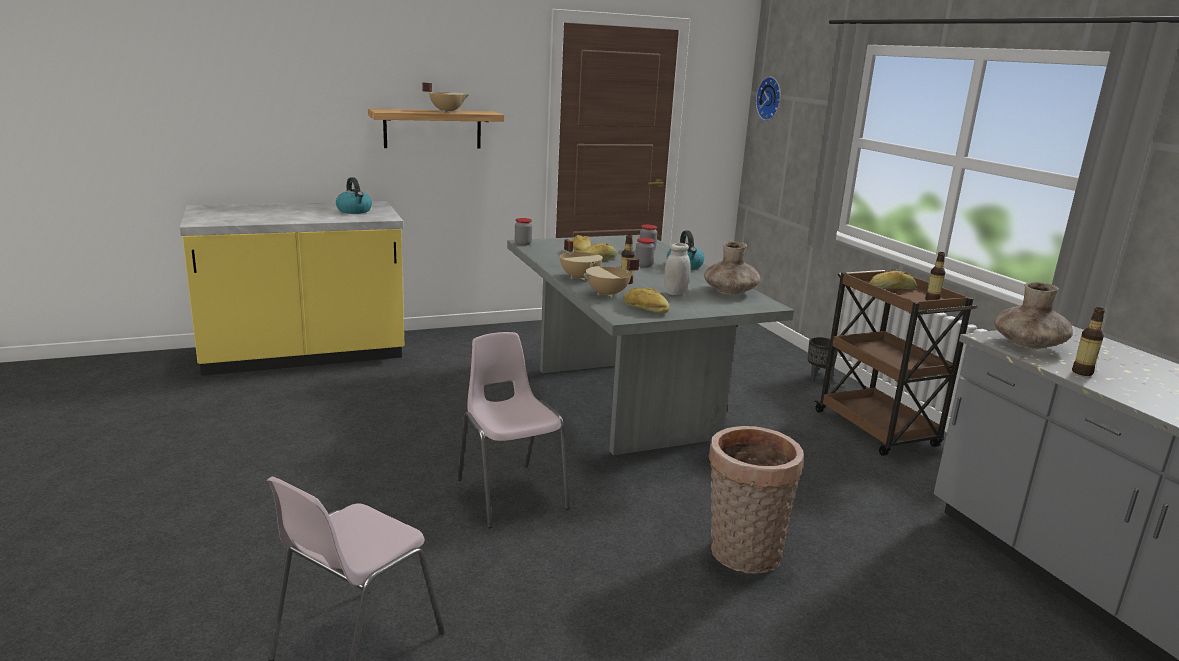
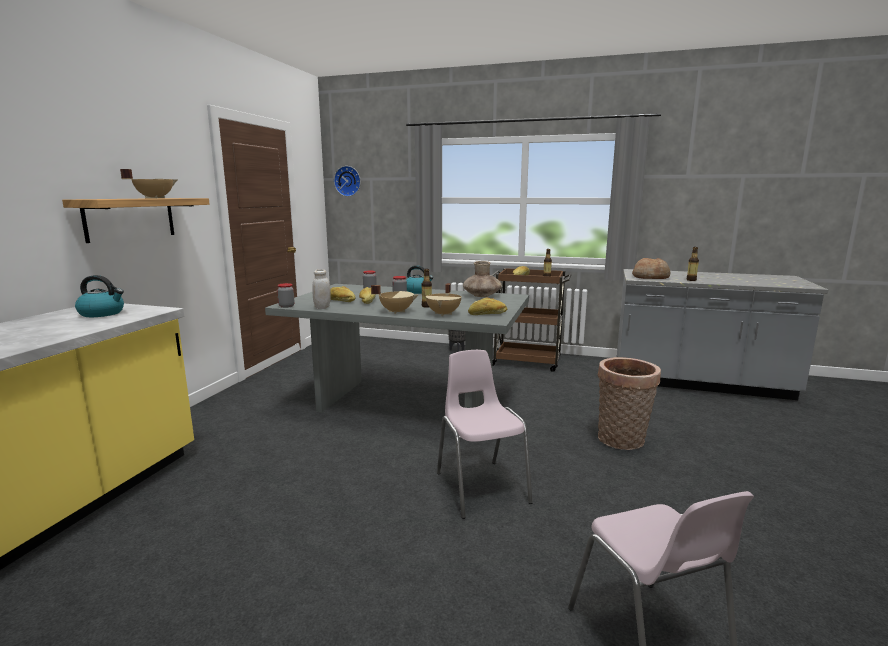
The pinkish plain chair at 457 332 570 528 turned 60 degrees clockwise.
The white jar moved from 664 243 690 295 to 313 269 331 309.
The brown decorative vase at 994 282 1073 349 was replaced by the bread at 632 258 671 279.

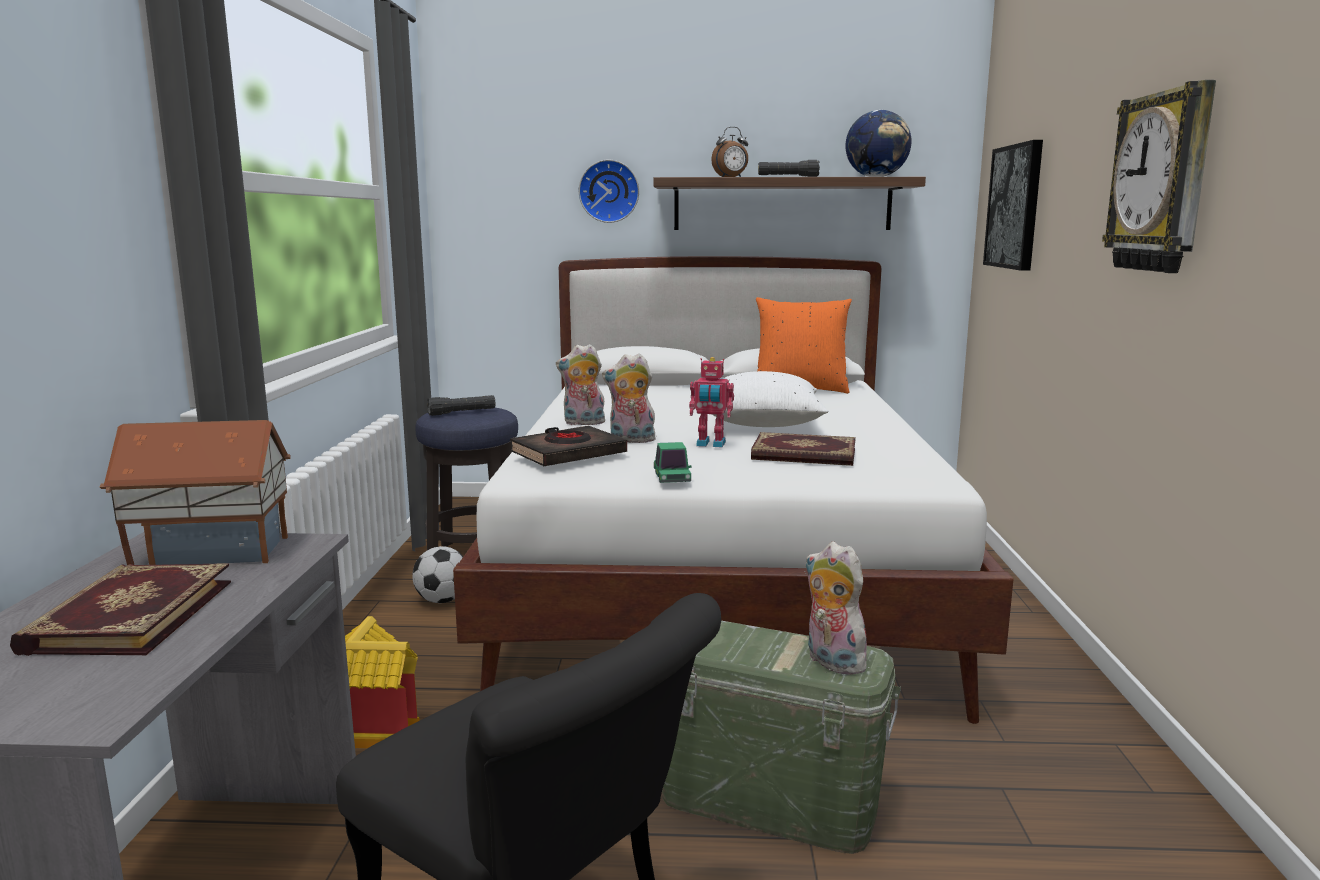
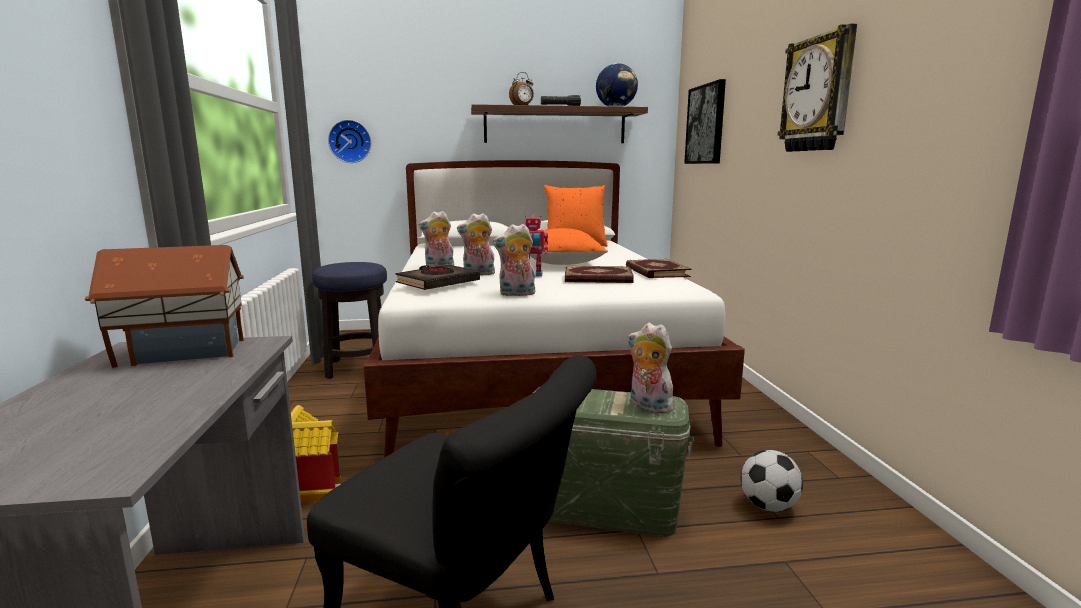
The book moved from 10 563 231 656 to 626 259 691 278.
The football ball moved from 412 546 463 603 to 741 450 803 512.
The black flashlight at 427 395 496 416 disappeared.
The clock on the wall moved from 579 160 639 223 to 328 120 371 163.
The toy car at 654 442 692 483 was replaced by the cuddly toy at 493 224 535 296.
The white cushion at 712 371 828 427 became the orange-coloured cushion at 530 228 608 265.

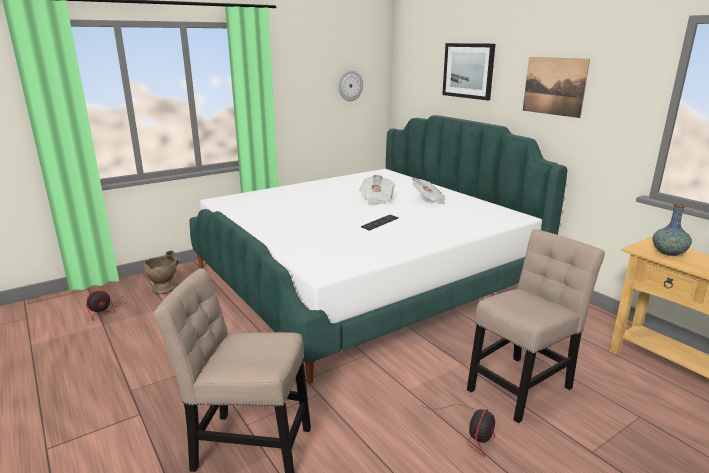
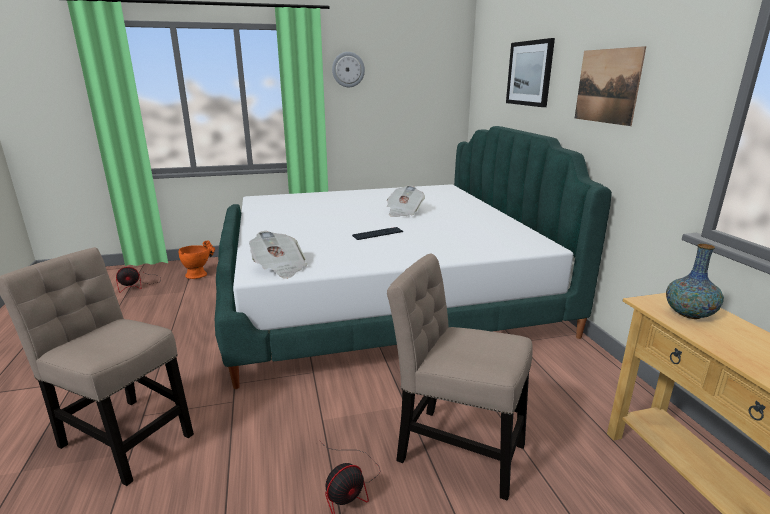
The sand-coloured decorative vase at 144 251 181 294 became the orange-coloured decorative vase at 179 241 215 279.
The clock on the wall moved from 338 70 363 101 to 332 52 365 87.
The daily paper moved from 412 178 446 205 to 249 231 308 279.
The sand-coloured plain chair at 467 229 605 423 turned 135 degrees counterclockwise.

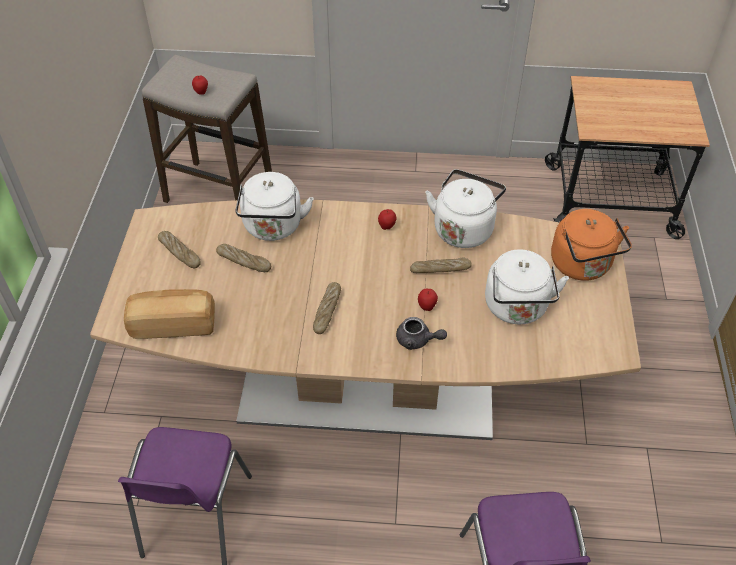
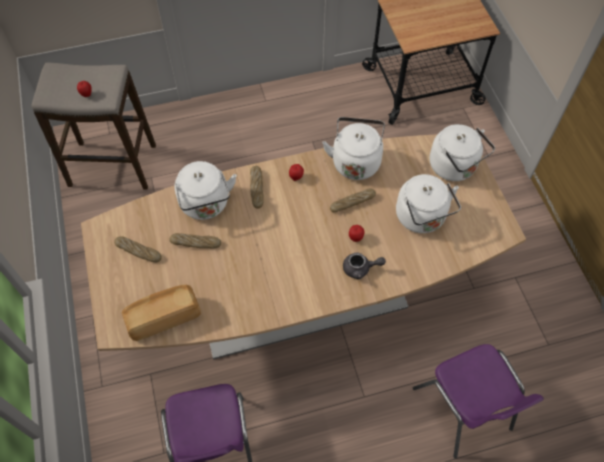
The bread moved from 313 282 341 334 to 250 166 264 209.
The orange-coloured water kettle at 551 209 632 281 became the white water kettle at 430 124 495 181.

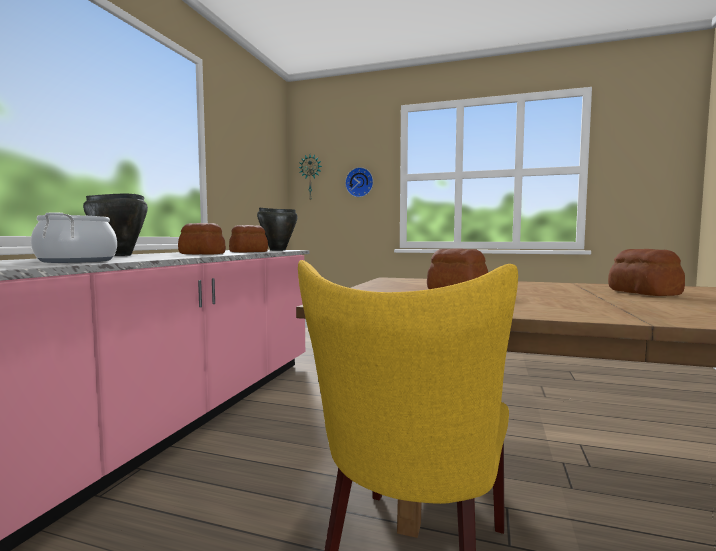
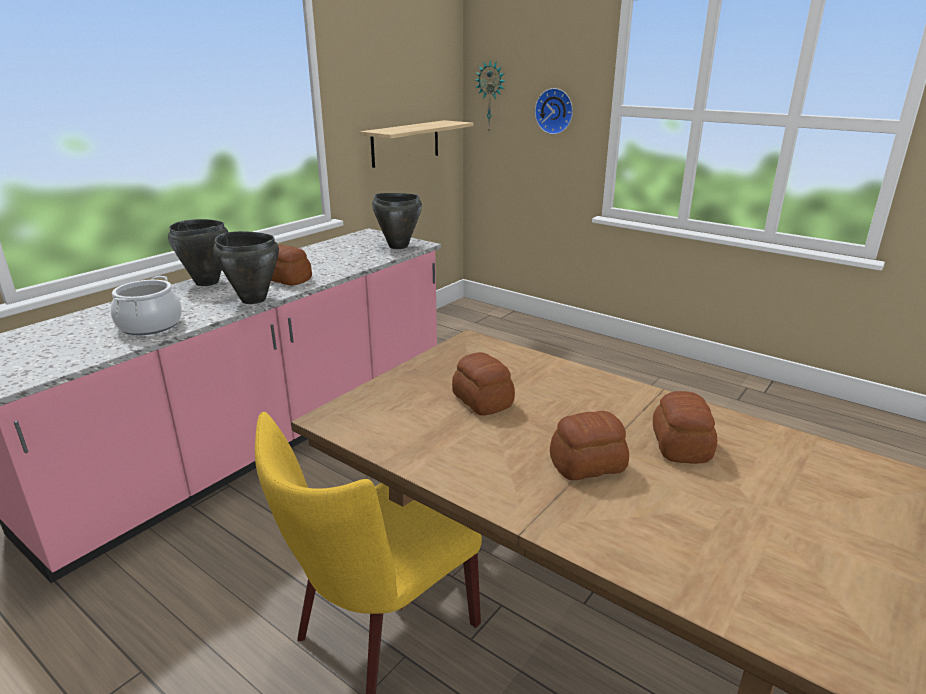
The bread moved from 229 225 268 252 to 550 411 629 480.
The black stockpot at 213 231 279 304 appeared.
The wall shelf at 360 120 473 168 appeared.

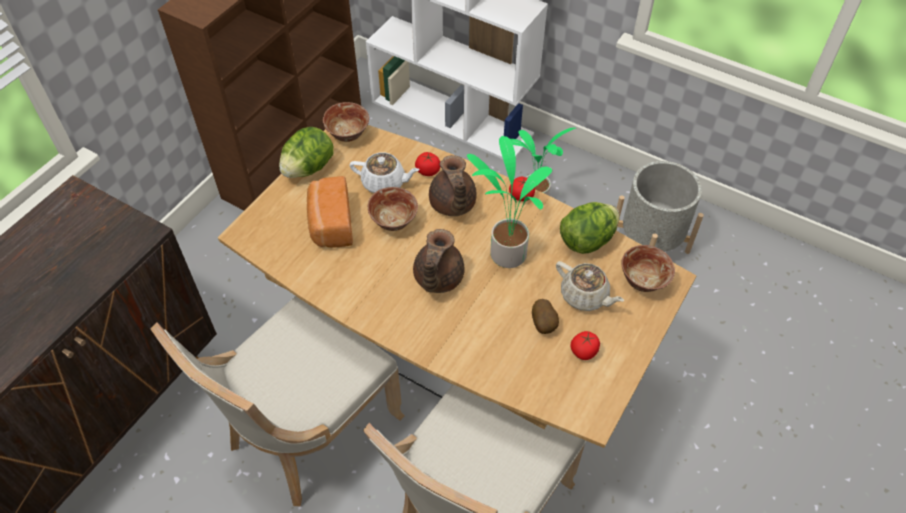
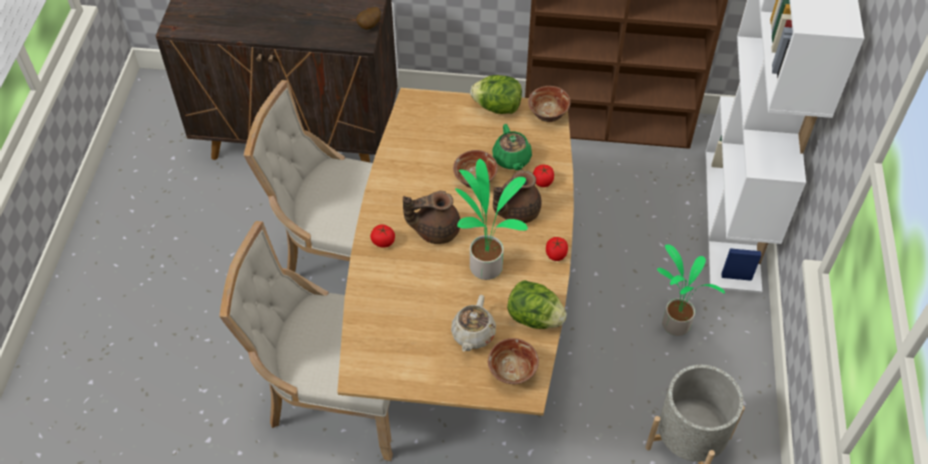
The bread at 307 176 353 248 disappeared.
The white teapot at 350 153 419 193 became the greenish teapot at 492 124 532 170.
The potato moved from 532 299 559 334 to 356 7 381 30.
The tomato moved from 570 331 600 360 to 370 224 395 248.

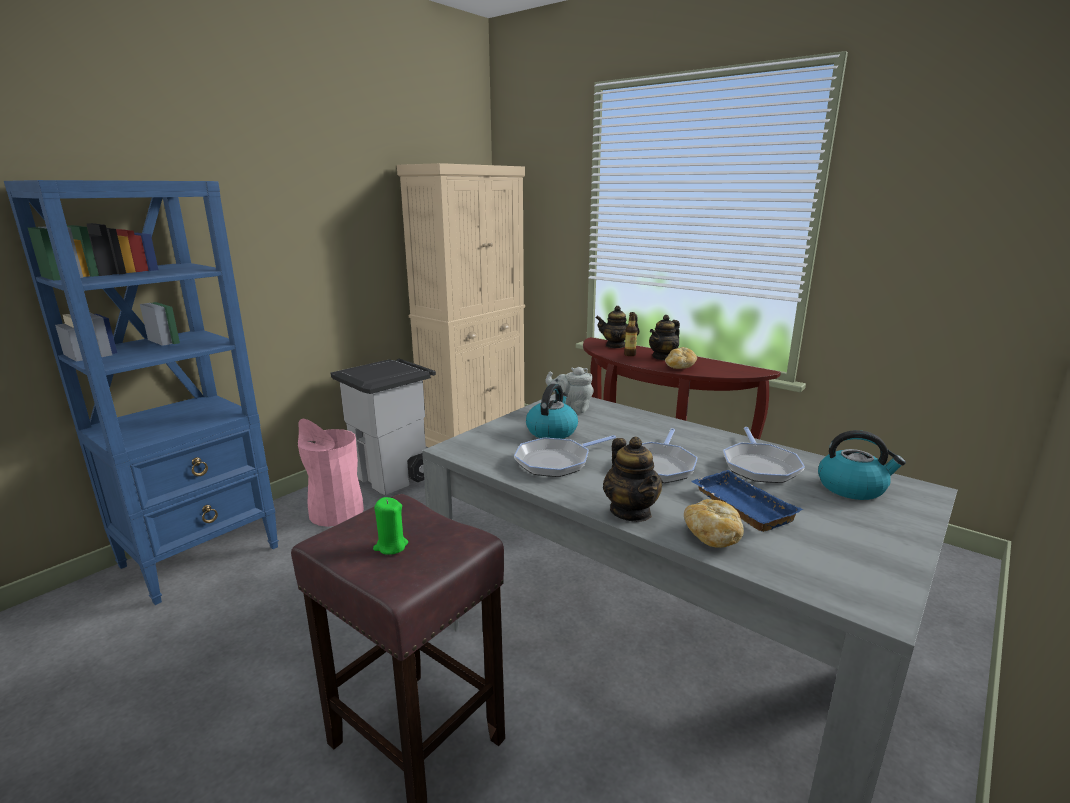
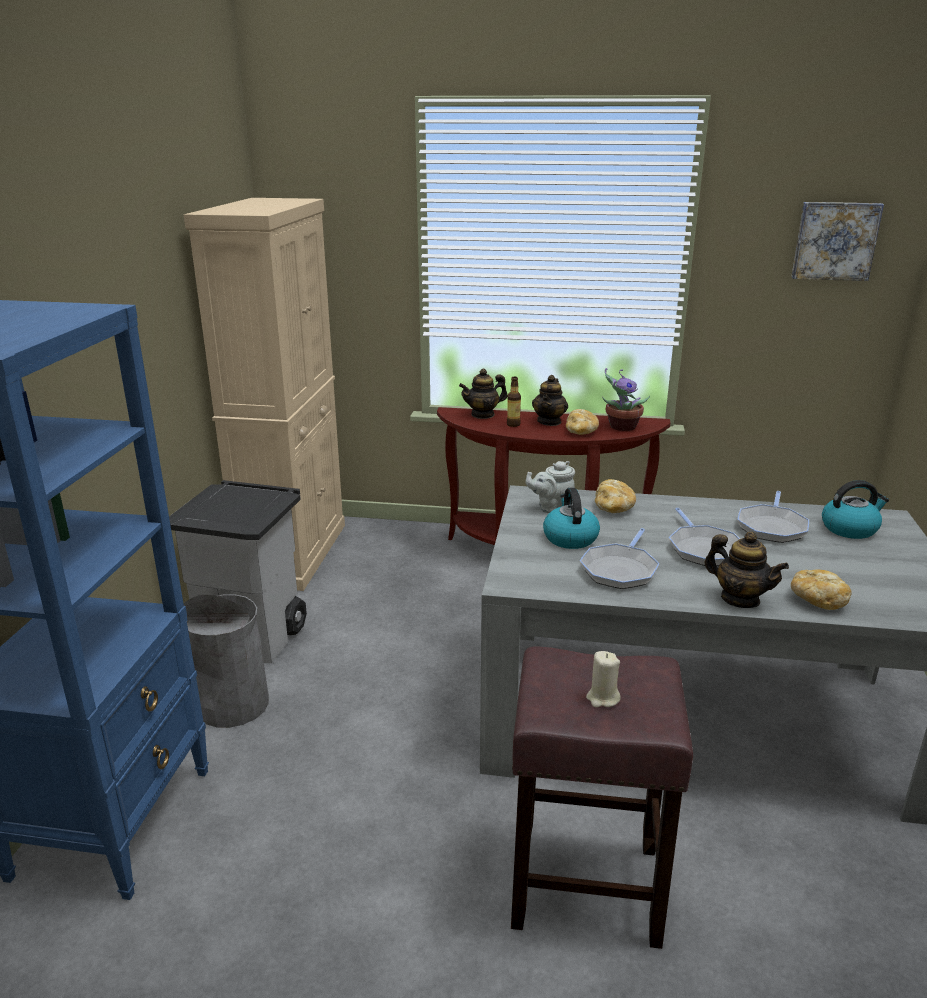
The pinkish waste bin at 298 419 364 527 became the greyish waste bin at 184 595 269 728.
The greenish candle at 373 497 408 555 became the sand-coloured candle at 586 651 620 707.
The blue serving tray at 691 470 803 532 disappeared.
The pan at 723 427 805 483 turned 45 degrees clockwise.
The bread at 595 479 636 513 appeared.
The houseplant at 602 368 650 431 appeared.
The wall art at 792 202 884 281 appeared.

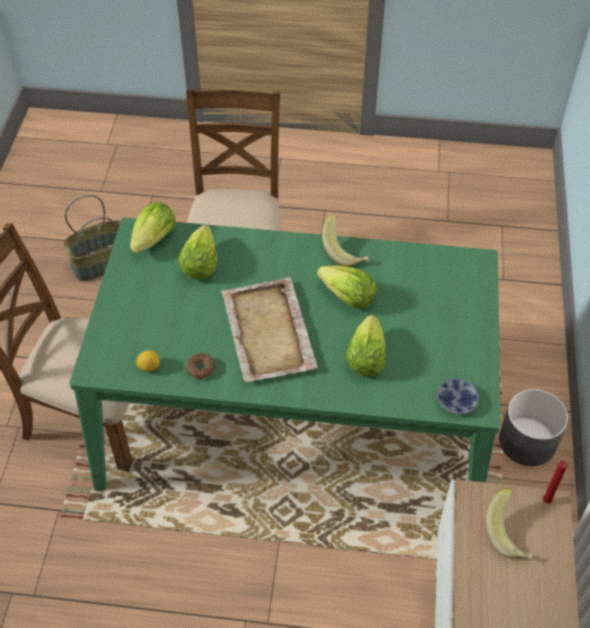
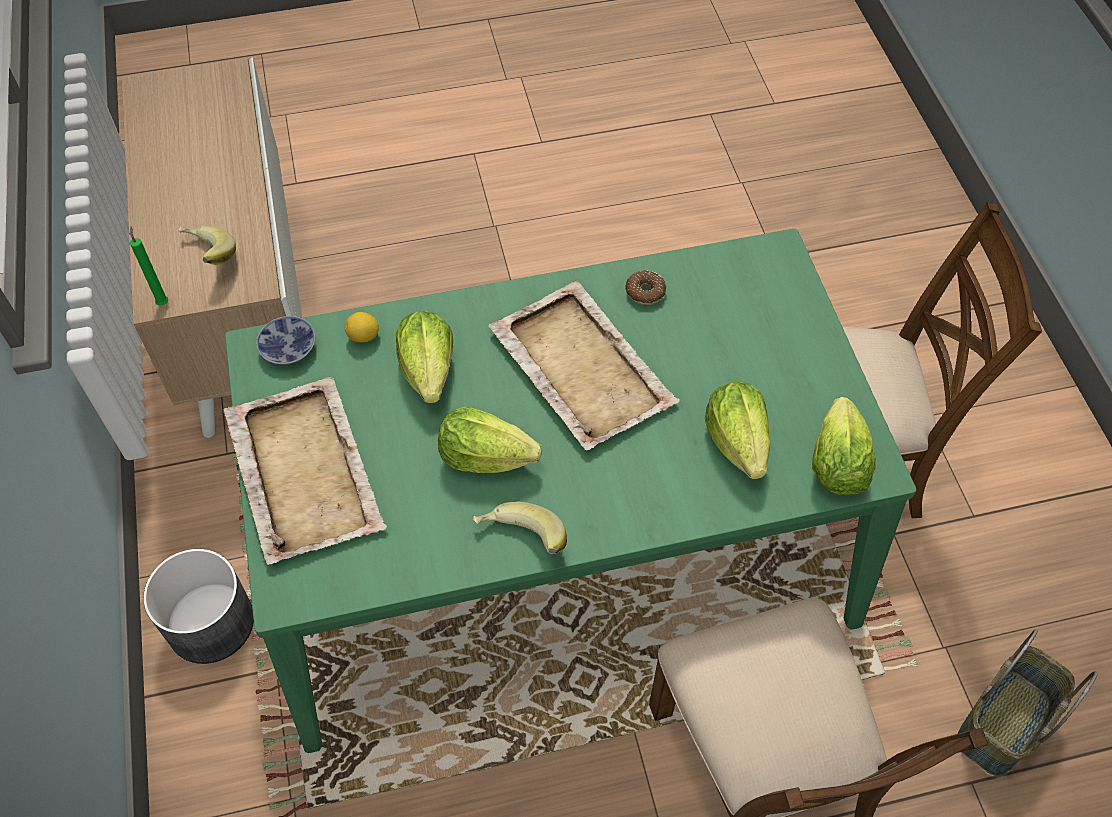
The lemon moved from 136 350 160 372 to 345 312 379 342.
The red-coloured candle at 543 461 568 504 became the greenish candle at 130 226 168 306.
The sand-coloured serving tray at 224 377 387 565 appeared.

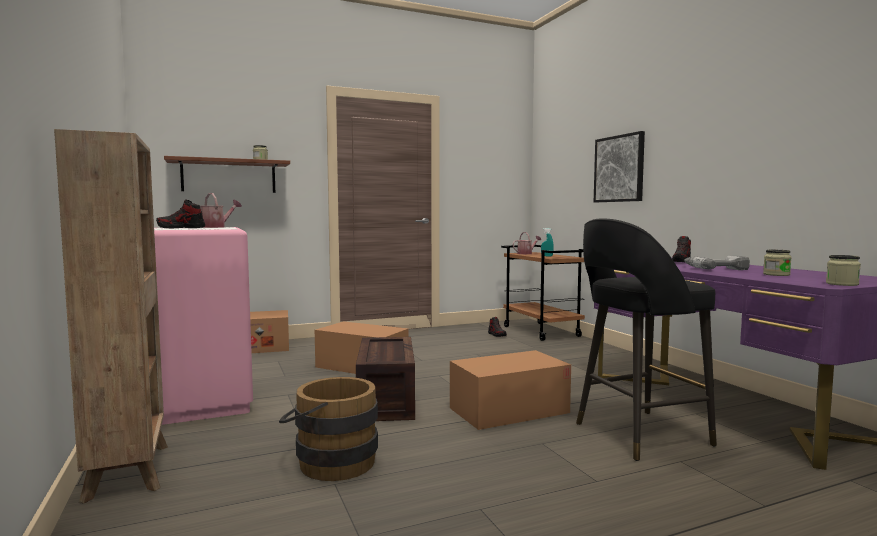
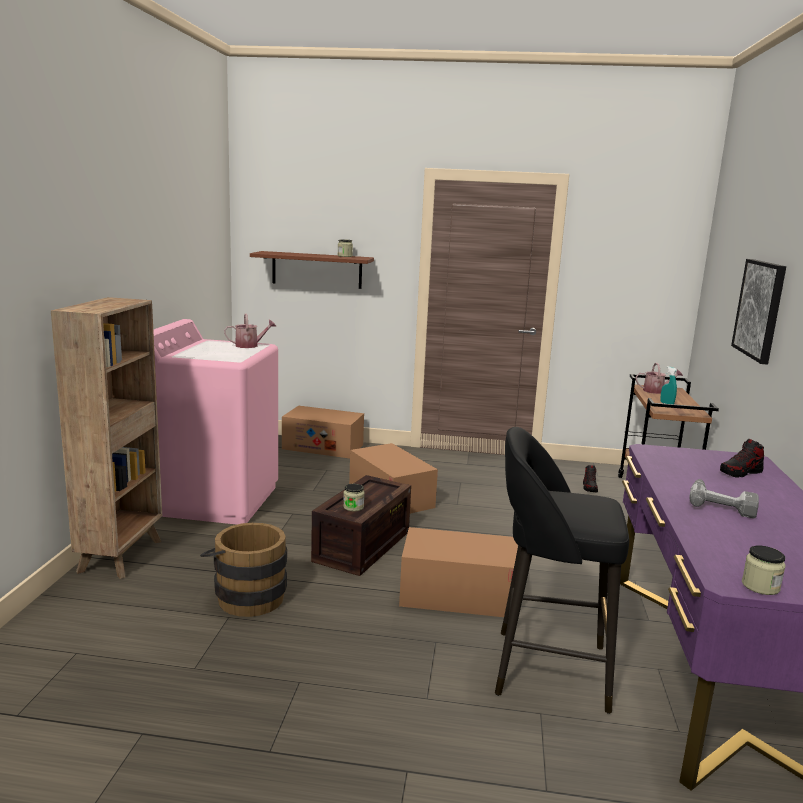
The low shoe at 156 199 205 228 disappeared.
The jar moved from 763 250 792 276 to 343 484 365 511.

